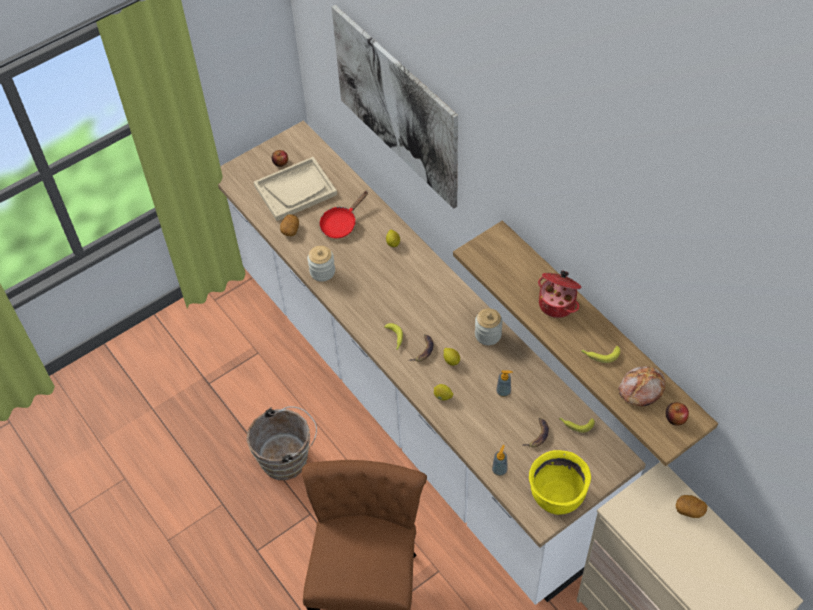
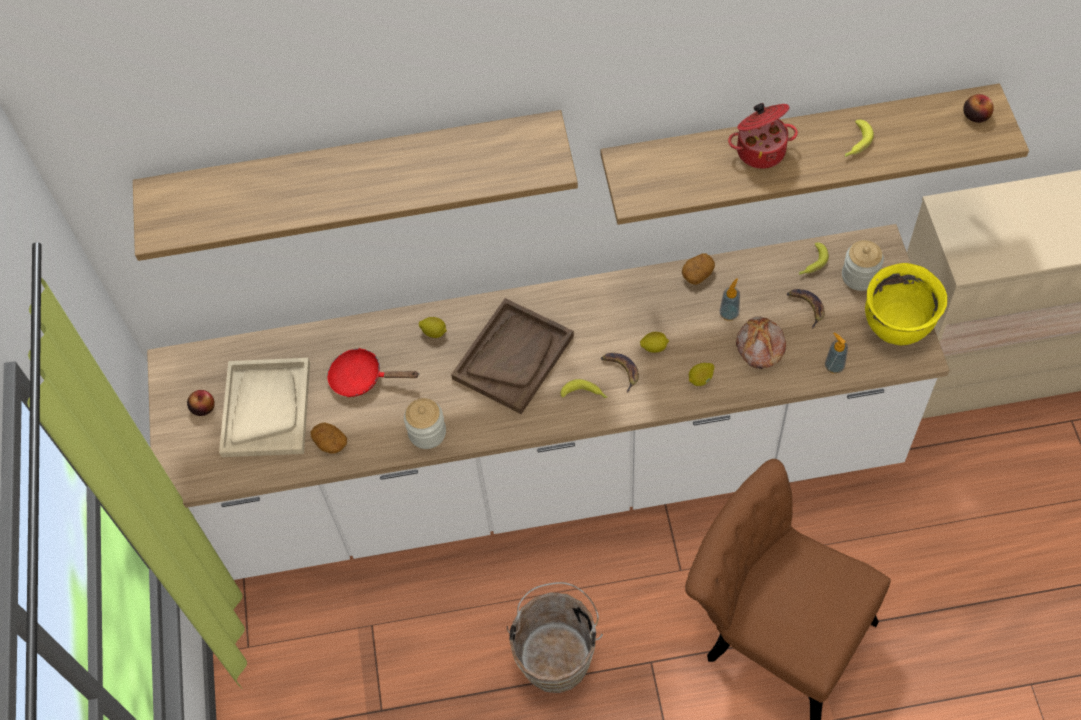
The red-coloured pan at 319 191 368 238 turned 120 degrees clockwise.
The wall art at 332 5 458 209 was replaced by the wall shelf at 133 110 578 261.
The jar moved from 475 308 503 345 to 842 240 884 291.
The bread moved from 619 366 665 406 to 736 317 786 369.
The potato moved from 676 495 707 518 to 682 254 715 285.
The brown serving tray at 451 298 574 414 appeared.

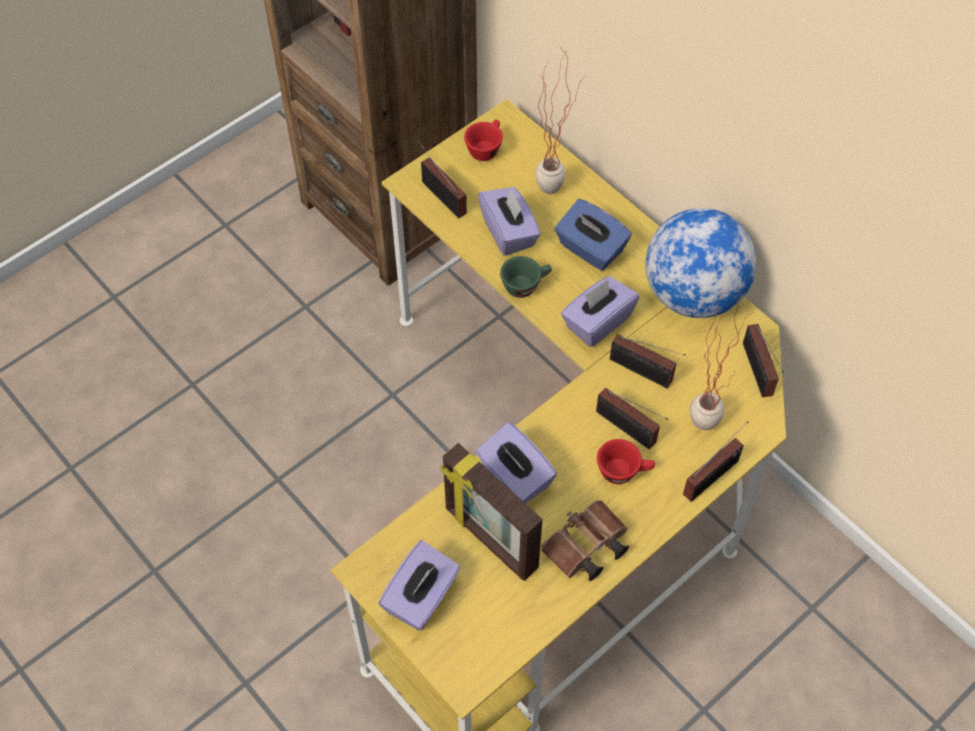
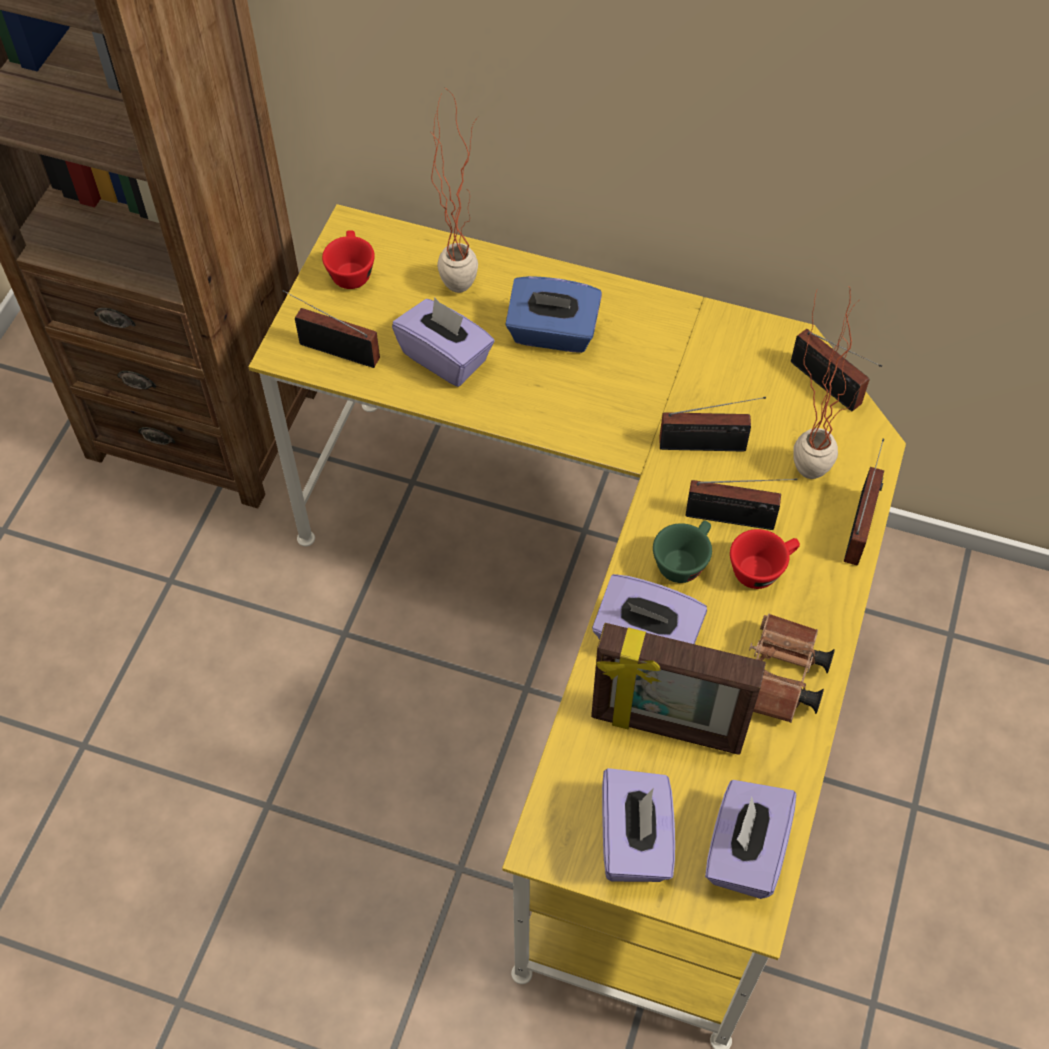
The greenish cup moved from 500 256 552 298 to 653 521 712 583.
The purplish tissue holder moved from 561 276 639 347 to 705 780 796 899.
The world globe at 646 208 756 318 disappeared.

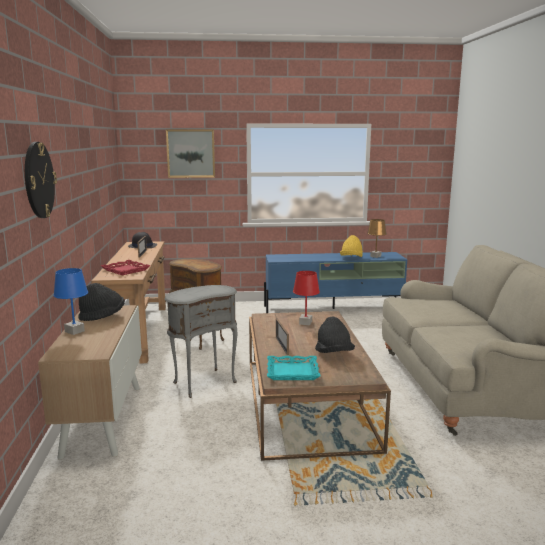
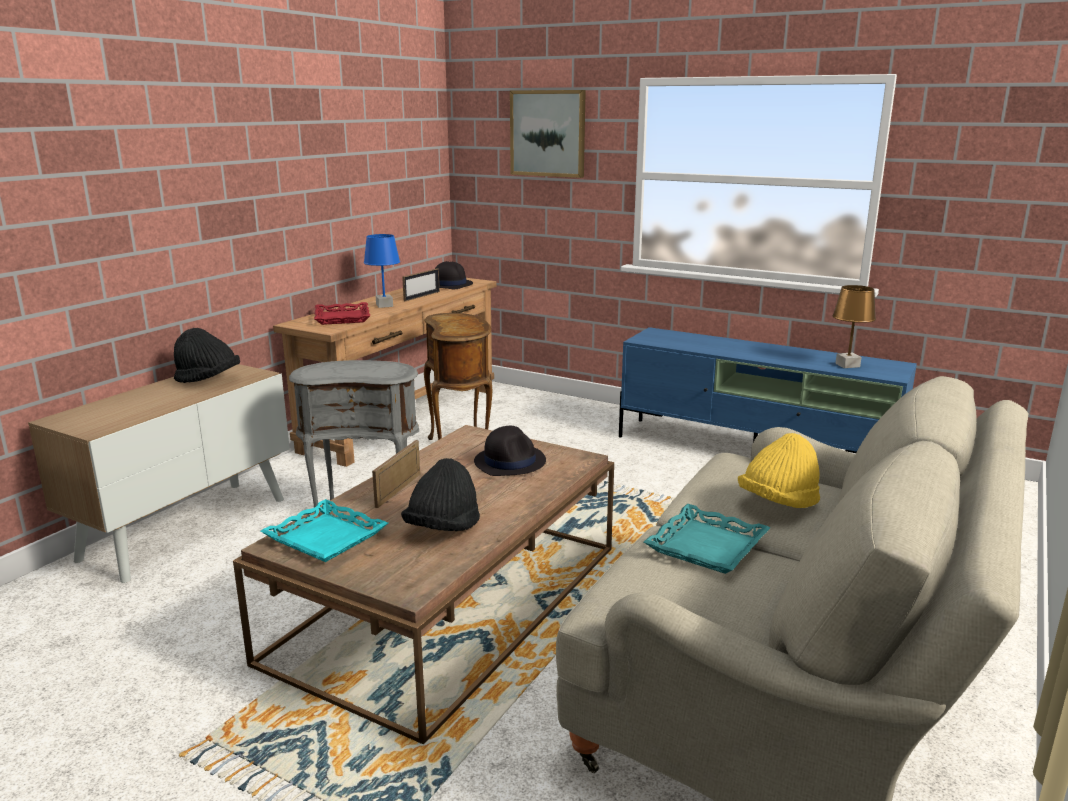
The clock on the wall at 25 142 57 218 disappeared.
The blue tabletop lamp moved from 53 268 88 335 to 364 234 400 308.
The red-coloured tabletop lamp at 293 271 320 326 was replaced by the black hat at 474 426 546 476.
The yellowish hat moved from 340 235 363 257 to 738 433 820 508.
The blue-green serving tray at 644 504 771 574 appeared.

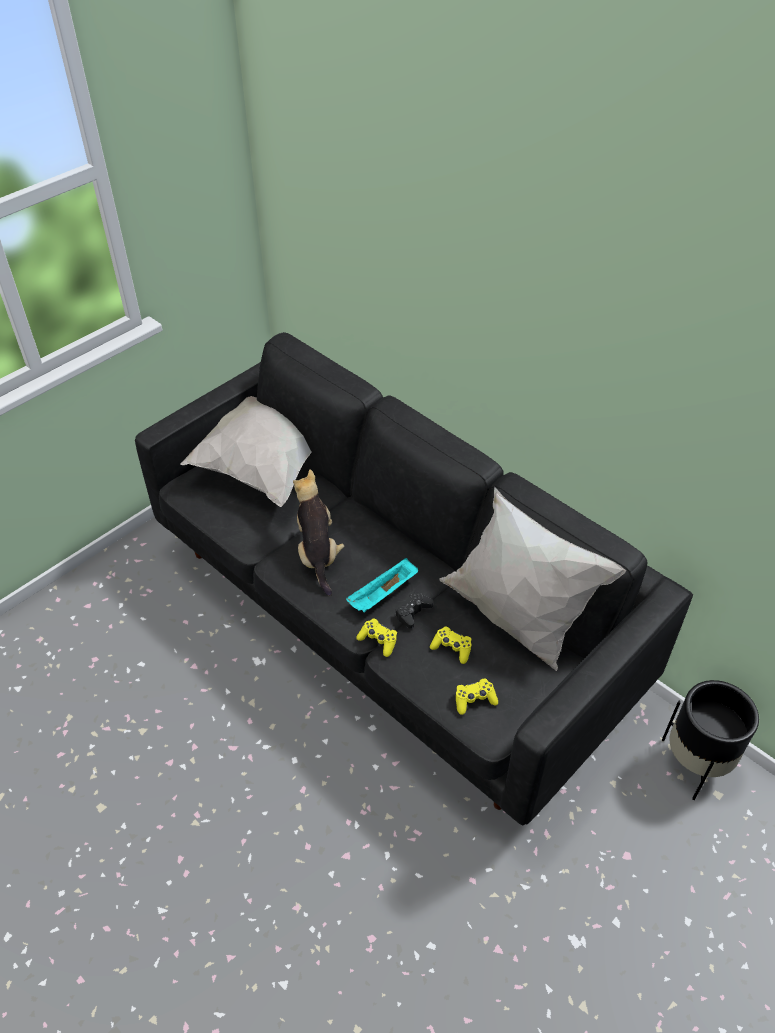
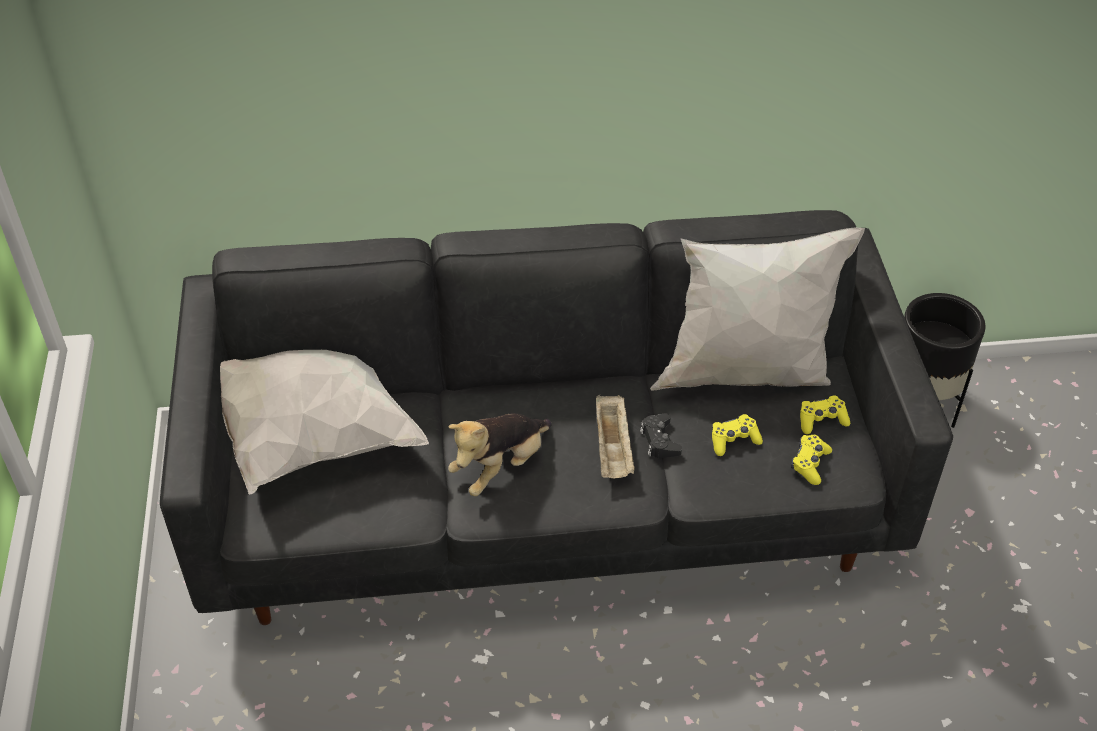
The cuddly toy at 293 469 344 596 turned 75 degrees counterclockwise.
The blue-green serving tray at 346 558 418 613 became the sand-coloured serving tray at 596 395 635 479.
The yellowish game controller moved from 356 619 397 657 to 800 395 850 434.

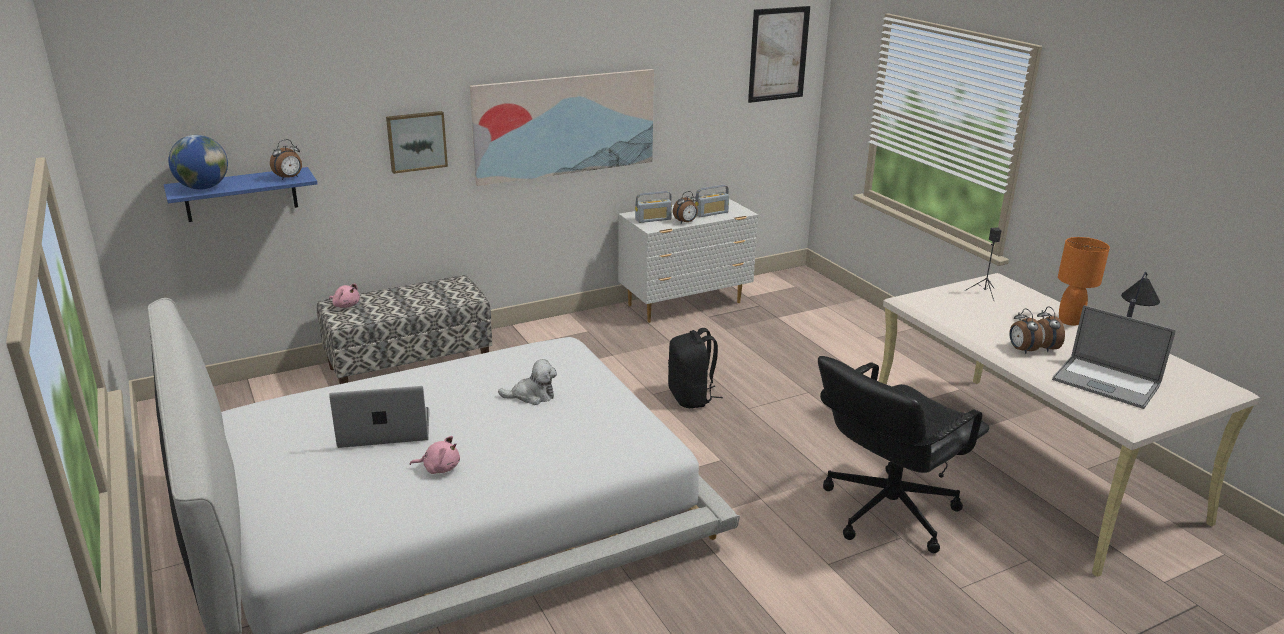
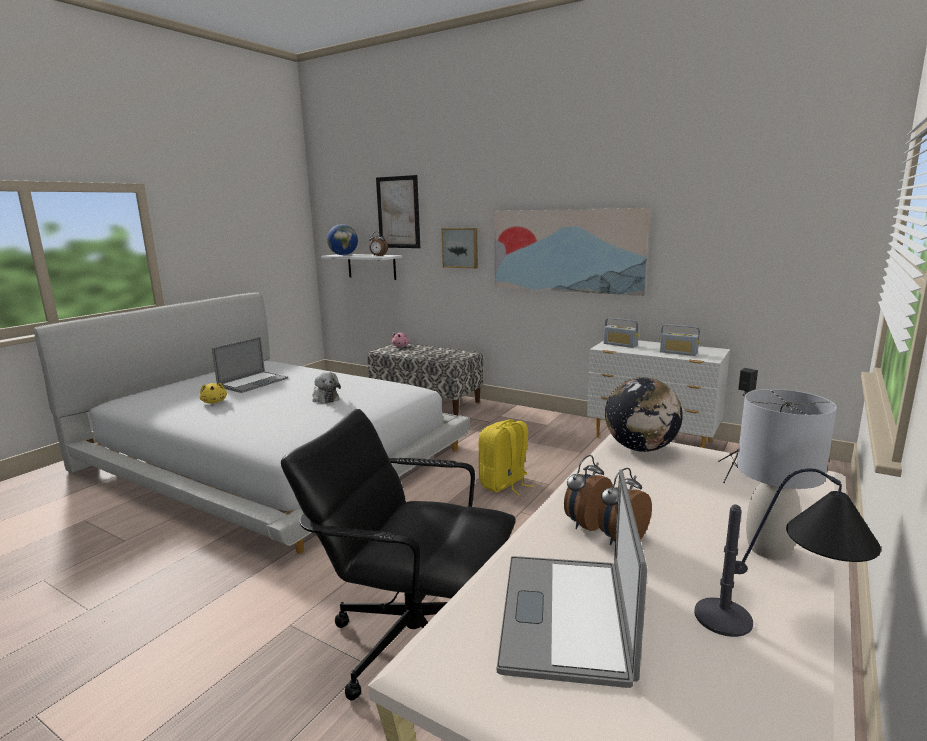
The blue wall shelf at 164 167 318 222 became the white wall shelf at 321 254 402 280.
The laptop at 329 386 429 448 turned 75 degrees clockwise.
The pinkish cuddly toy at 410 436 460 474 became the yellowish cuddly toy at 200 383 227 404.
The black knapsack at 668 328 723 408 became the yellowish knapsack at 479 419 534 495.
The bedside clock at 673 191 698 223 disappeared.
The wall art moved from 748 6 810 103 to 376 175 420 248.
The orange-coloured tabletop lamp at 1058 237 1110 326 became the greyish tabletop lamp at 737 389 837 560.
The world globe at 605 377 683 452 appeared.

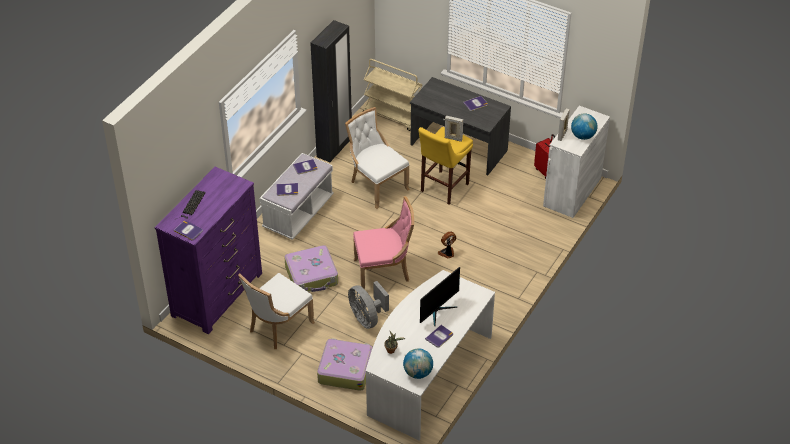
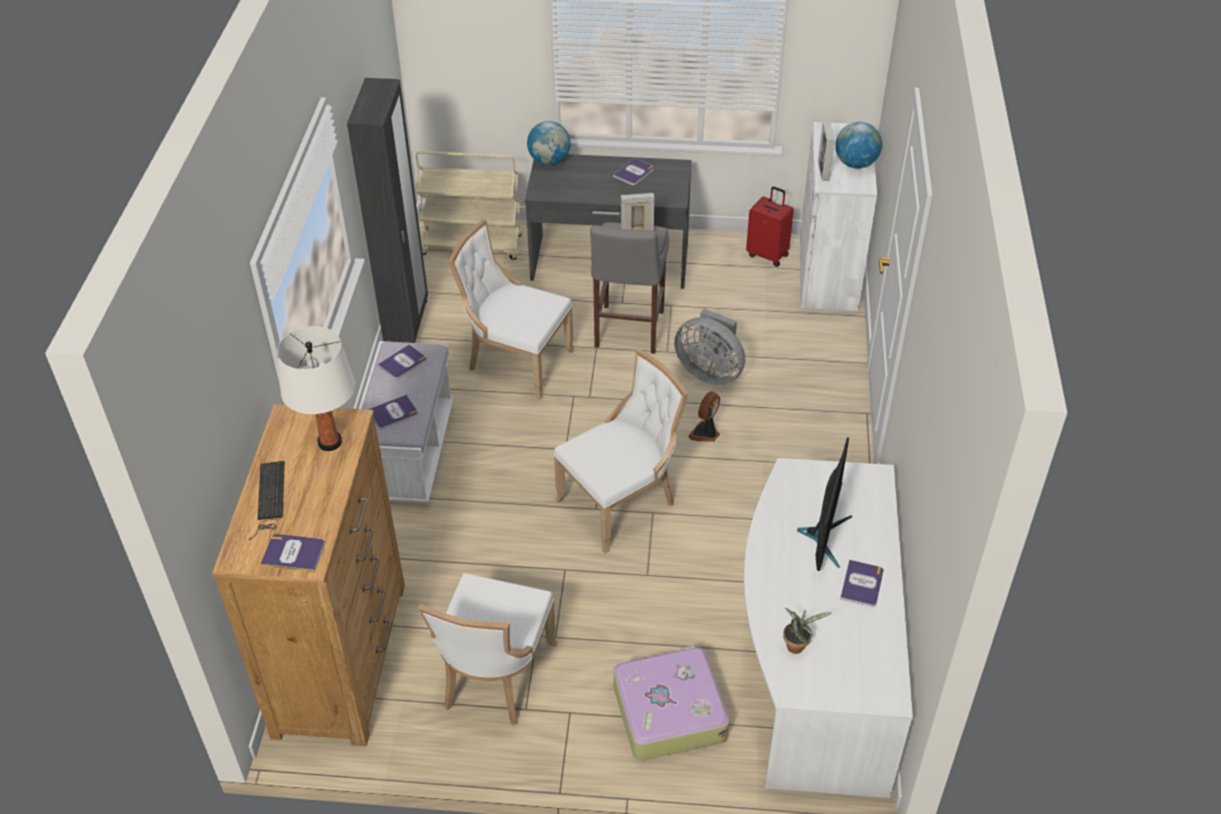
The purplish drawer chest at 155 167 262 334 became the brown drawer chest at 212 404 405 746.
The piece of luggage at 284 245 338 292 disappeared.
The greyish electric fan moved from 348 281 389 329 to 674 308 745 385.
The pinkish plain chair at 353 196 414 289 became the white plain chair at 554 349 689 554.
The world globe moved from 403 348 433 379 to 527 121 571 165.
The yellowish sitting stool at 418 127 473 205 became the greyish sitting stool at 590 222 669 354.
The white tabletop lamp at 277 326 355 451 appeared.

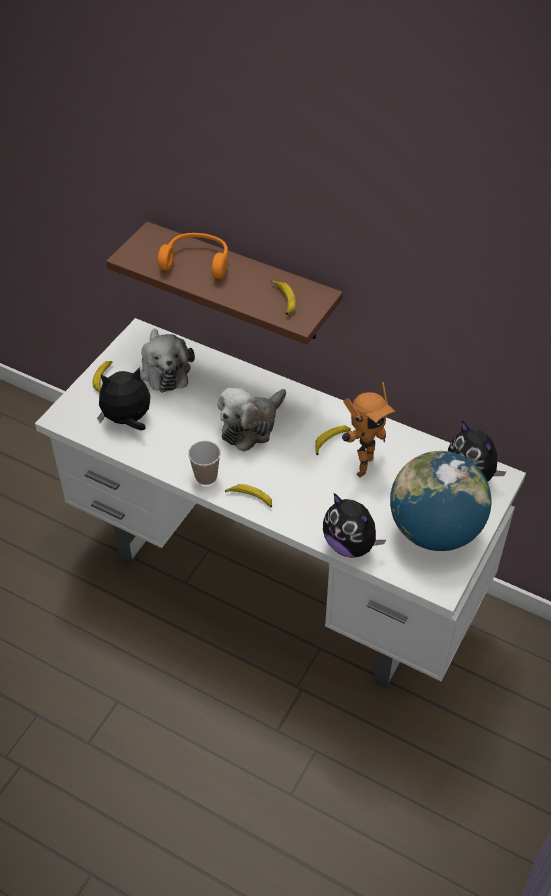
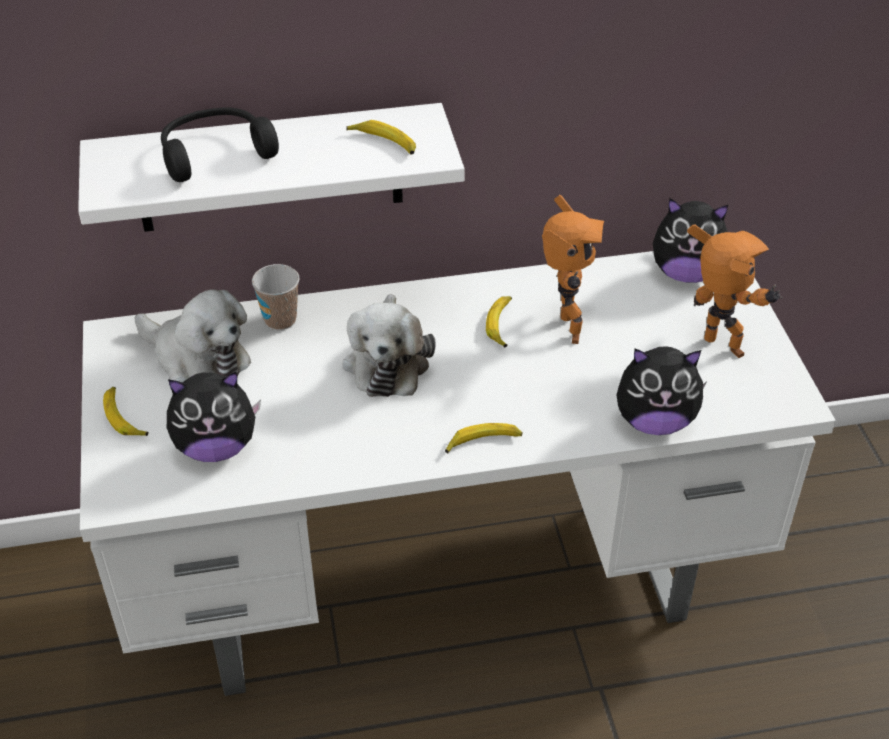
The cuddly toy at 97 367 150 430 turned 135 degrees counterclockwise.
The brown wall shelf at 106 221 343 345 became the white wall shelf at 78 103 465 232.
The orange-coloured headphones at 157 233 228 279 became the black headphones at 161 107 279 182.
The cup moved from 188 441 221 485 to 252 264 300 330.
The world globe at 390 451 491 551 was replaced by the robot figure at 687 225 783 358.

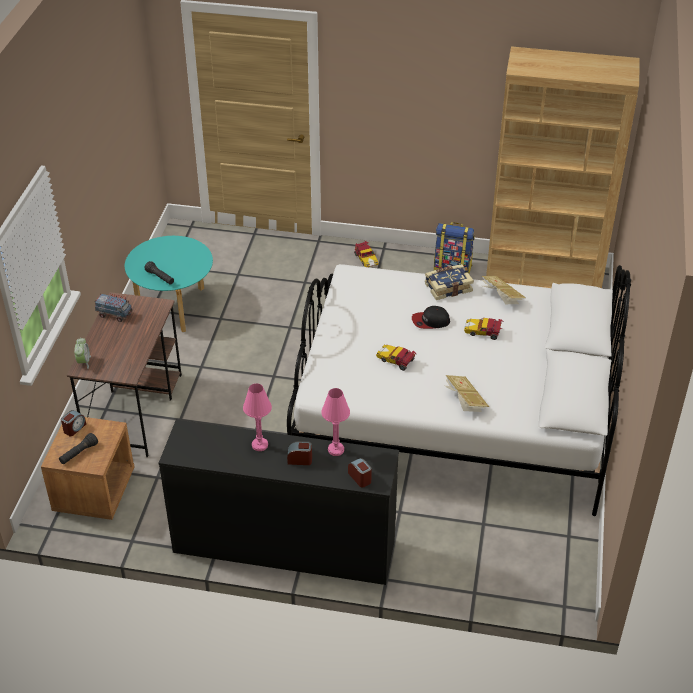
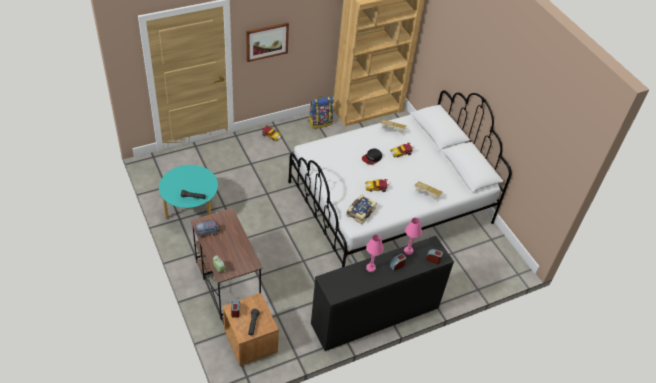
The book moved from 425 264 474 300 to 346 195 377 224.
The wall art at 246 22 289 62 appeared.

